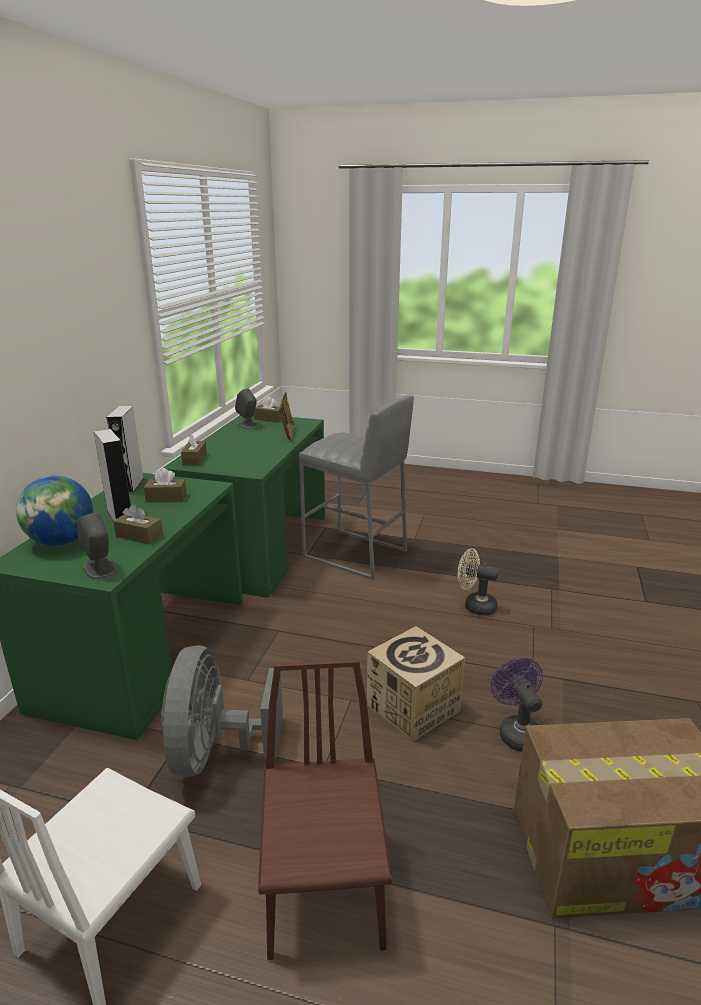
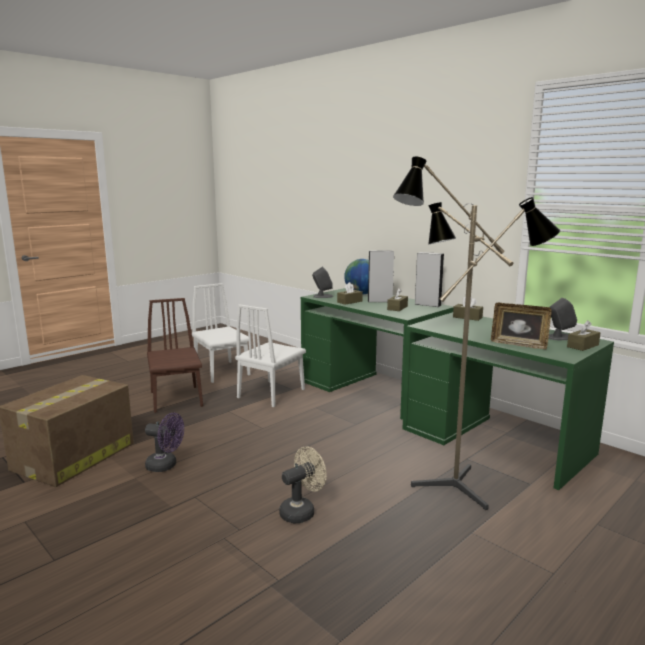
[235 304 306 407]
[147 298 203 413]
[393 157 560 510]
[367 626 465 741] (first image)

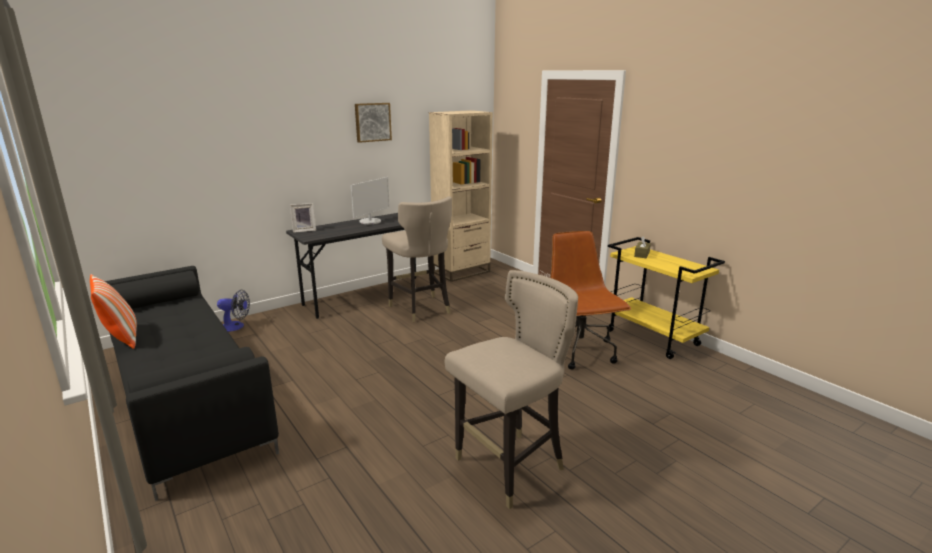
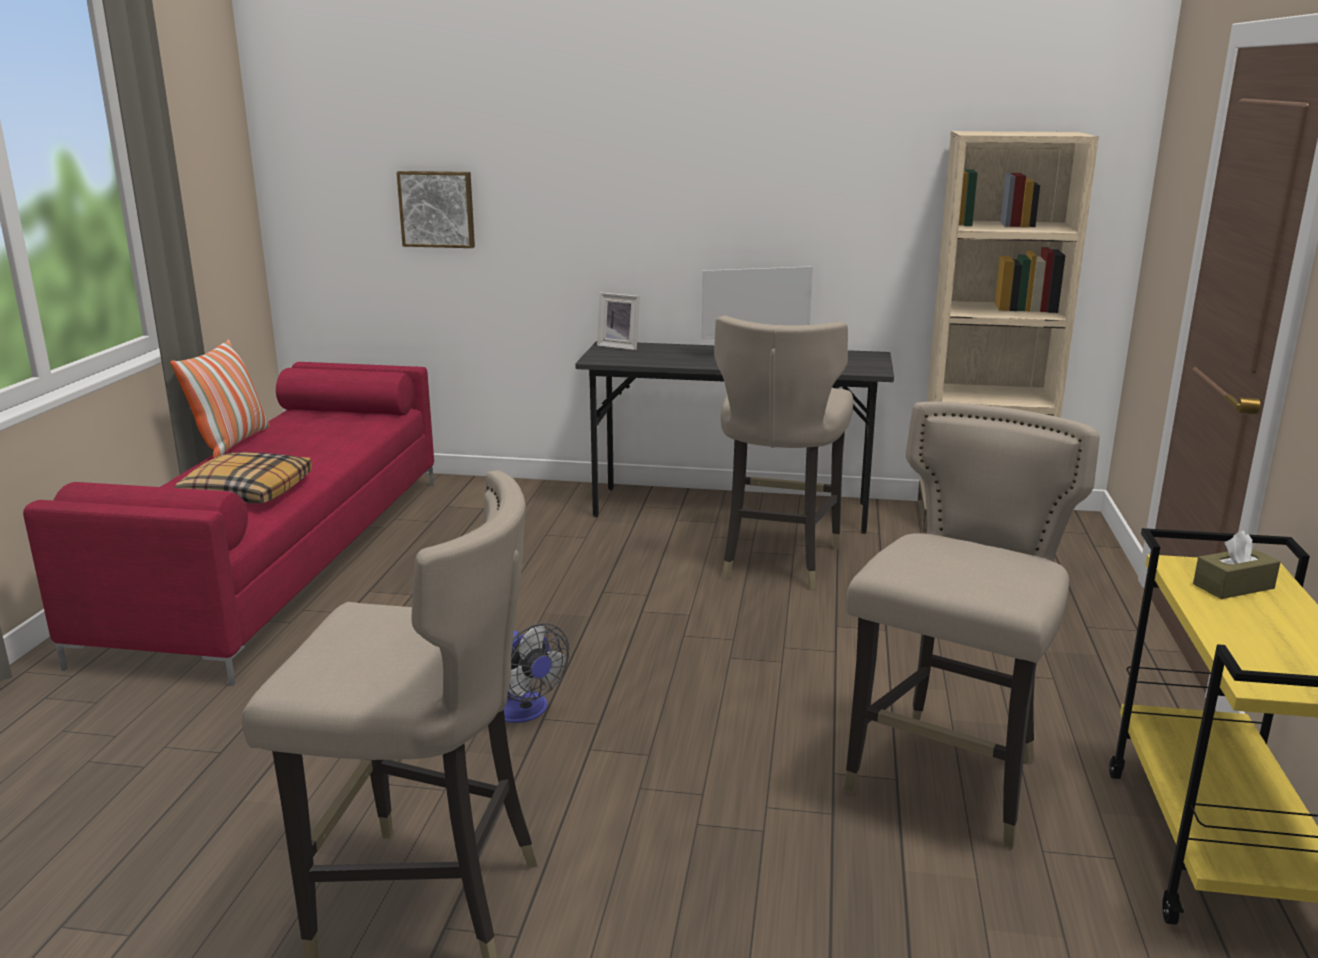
[23 362 434 686]
[504 623 569 723]
[396 171 475 248]
[844 402 1100 849]
[174 452 312 504]

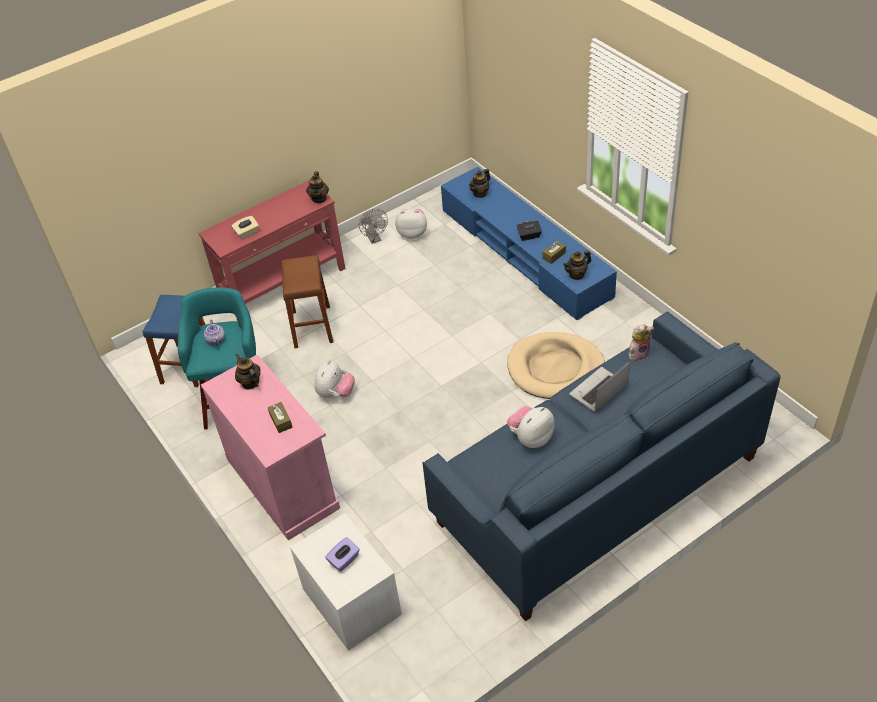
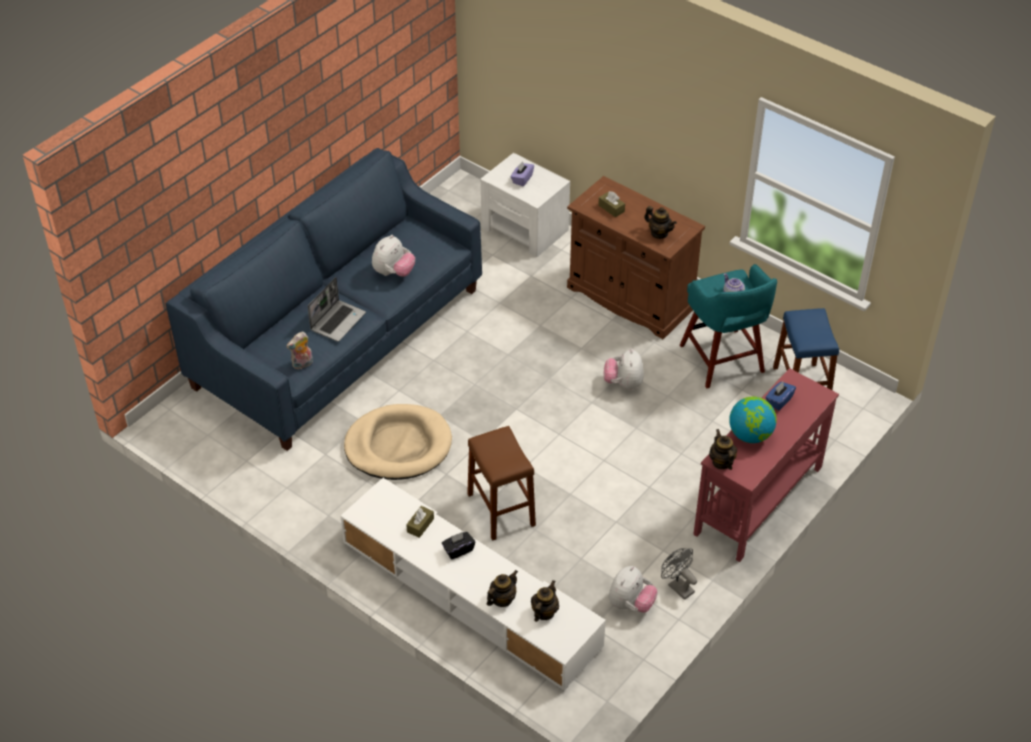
[567 176 705 339]
[766 382 796 410]
[467 426 536 541]
[609 566 658 613]
[341 478 606 691]
[487 570 518 607]
[729 397 777 443]

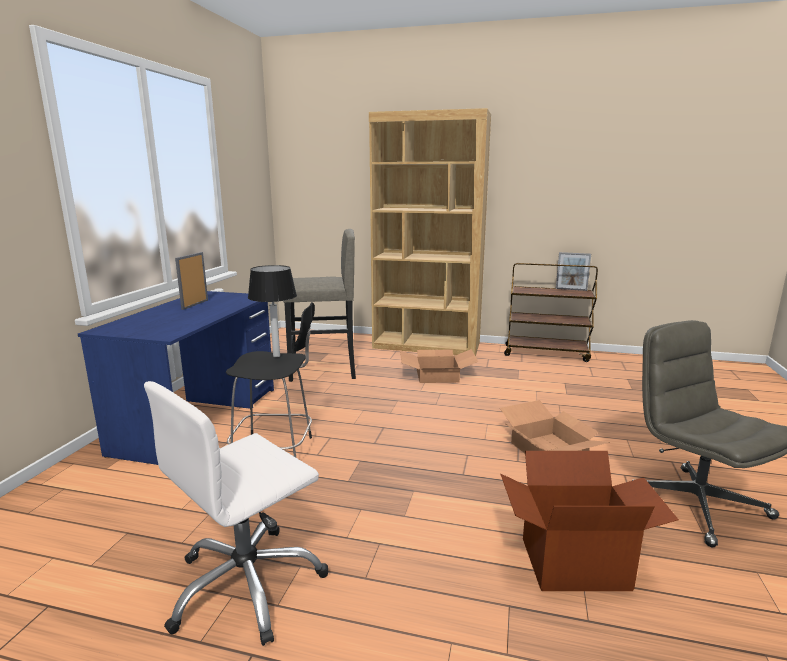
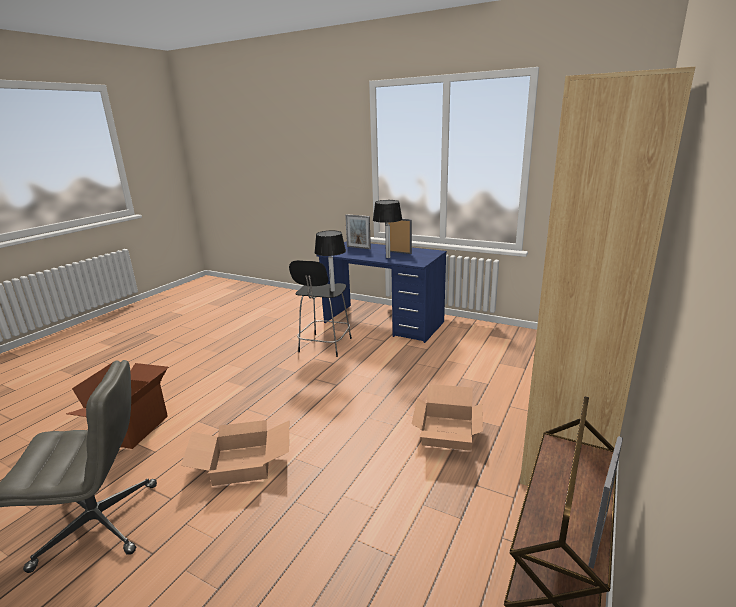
[144 381 329 646] (first image)
[283 229 356 382] (first image)
[345 214 371 249]
[373 200 402 258]

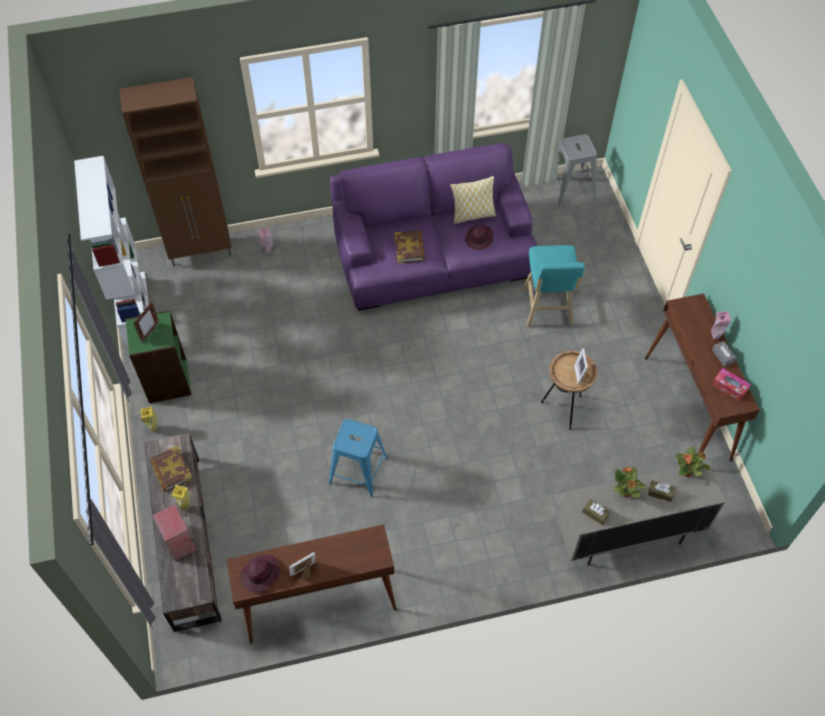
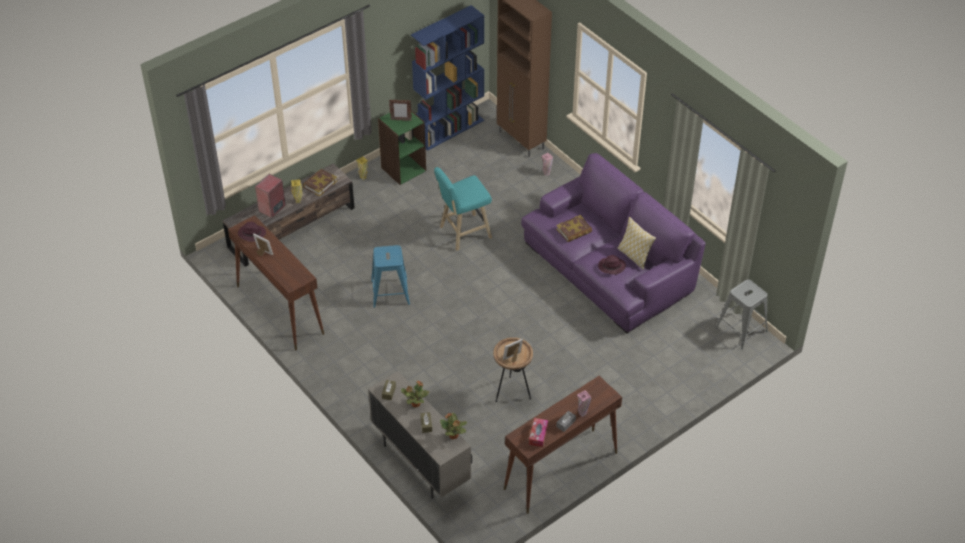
[411 5 484 151]
[434 167 492 251]

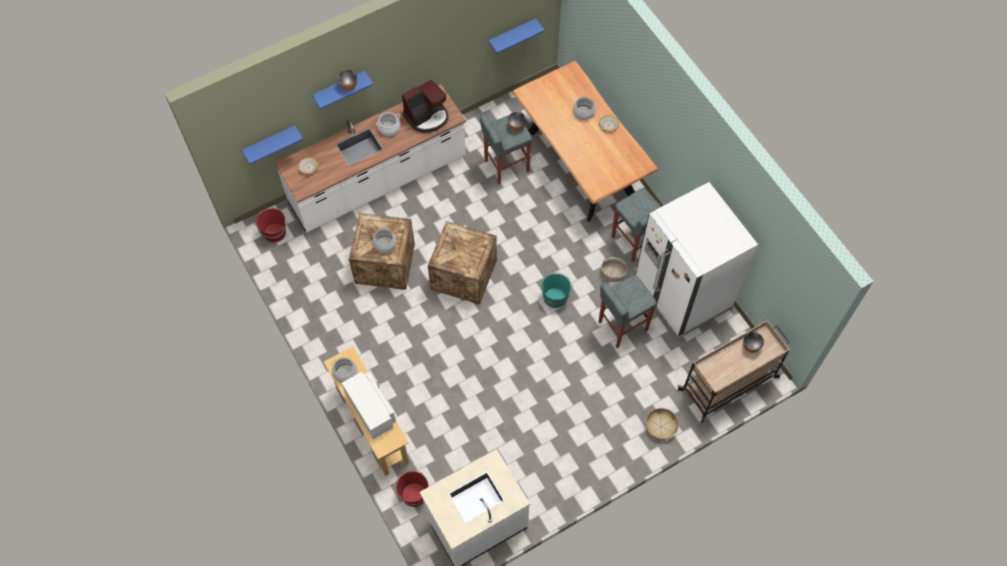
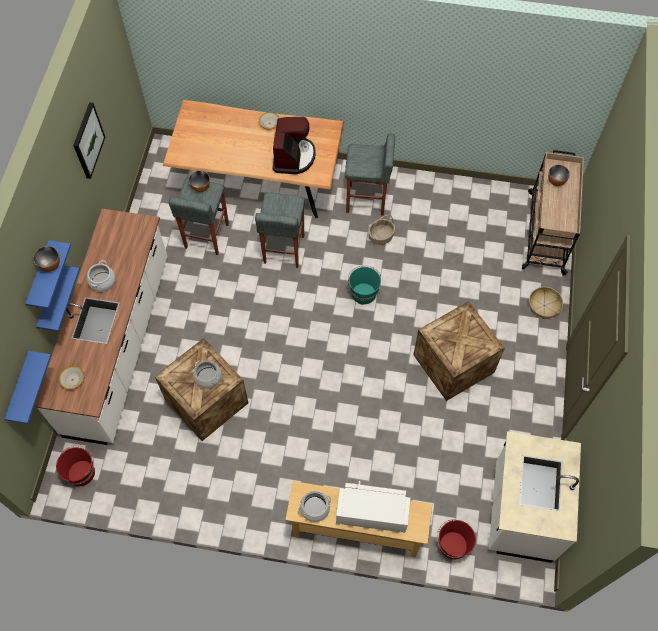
[272 117 316 174]
[413 301 505 401]
[36 266 80 331]
[573 95 596 120] (first image)
[255 193 305 268]
[635 182 758 338] (first image)
[73 102 105 179]

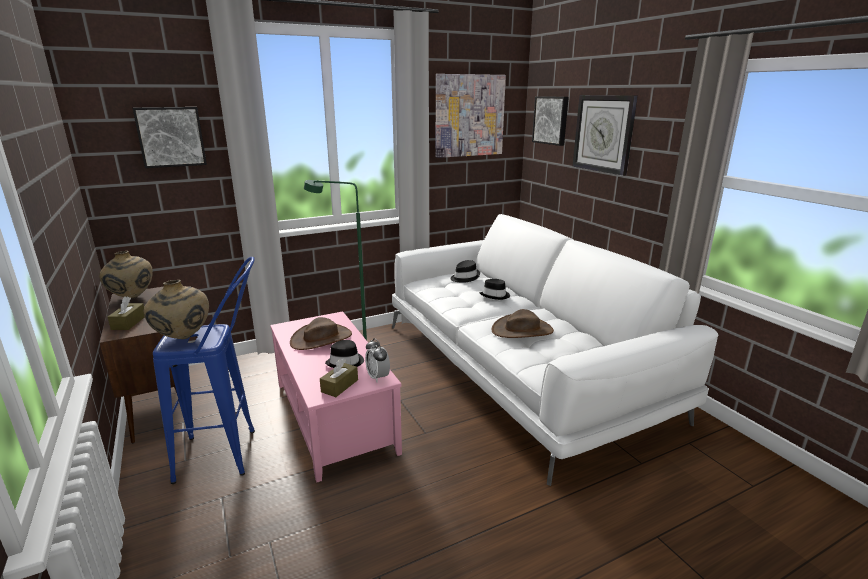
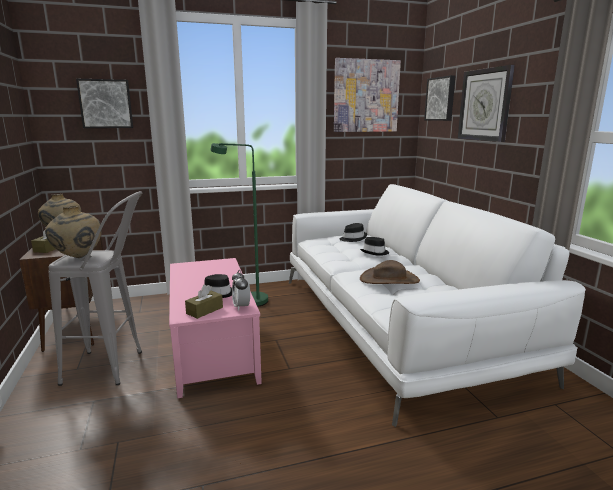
[48 191 143 386]
[290 317 352 350] (first image)

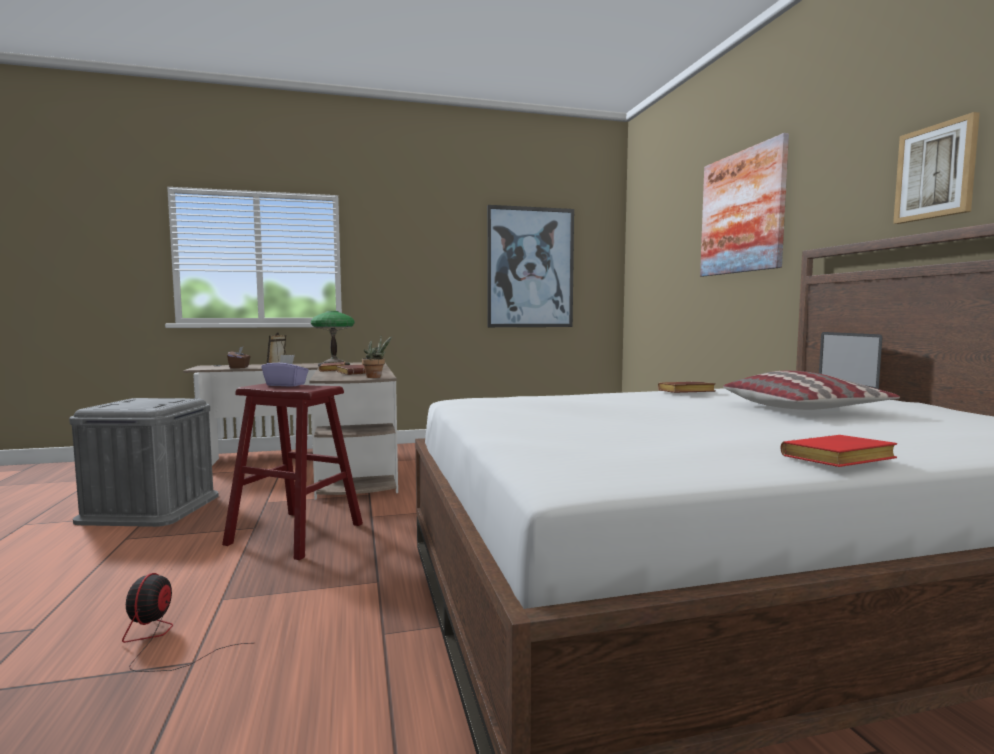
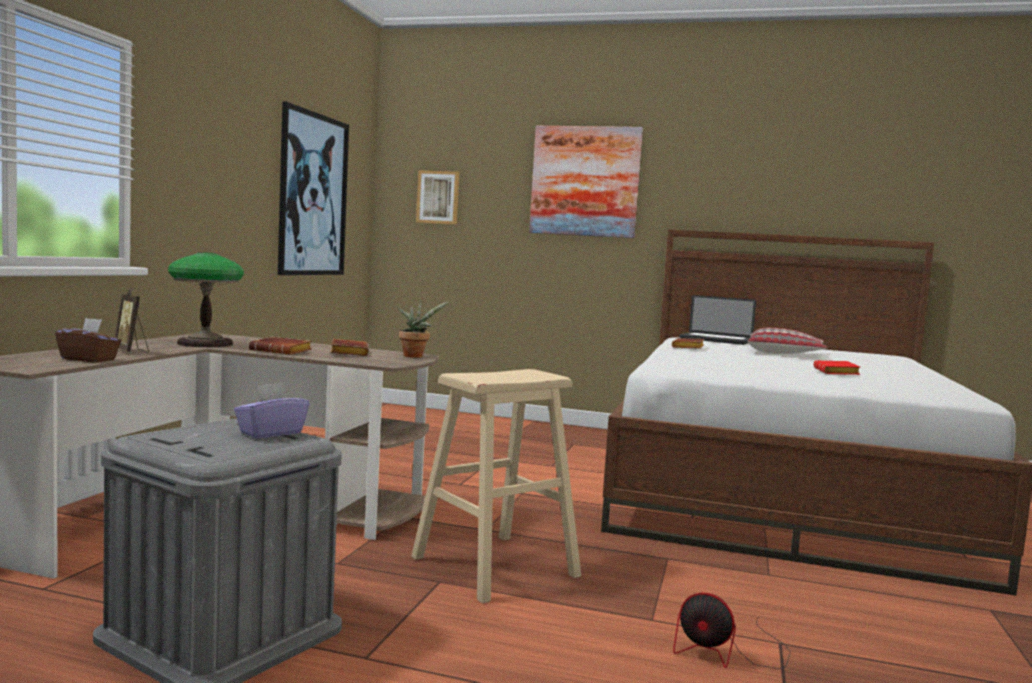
[411 369 581 603]
[234 383 309 439]
[814 361 860 375]
[416 170 460 225]

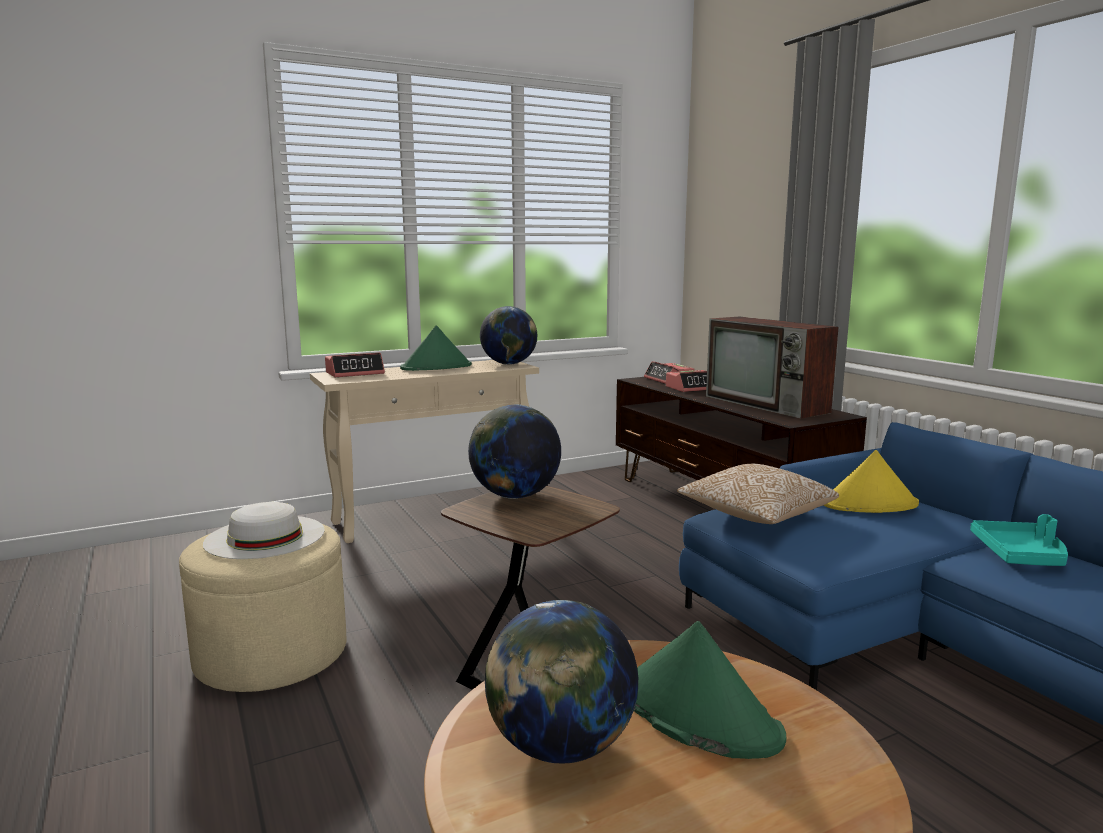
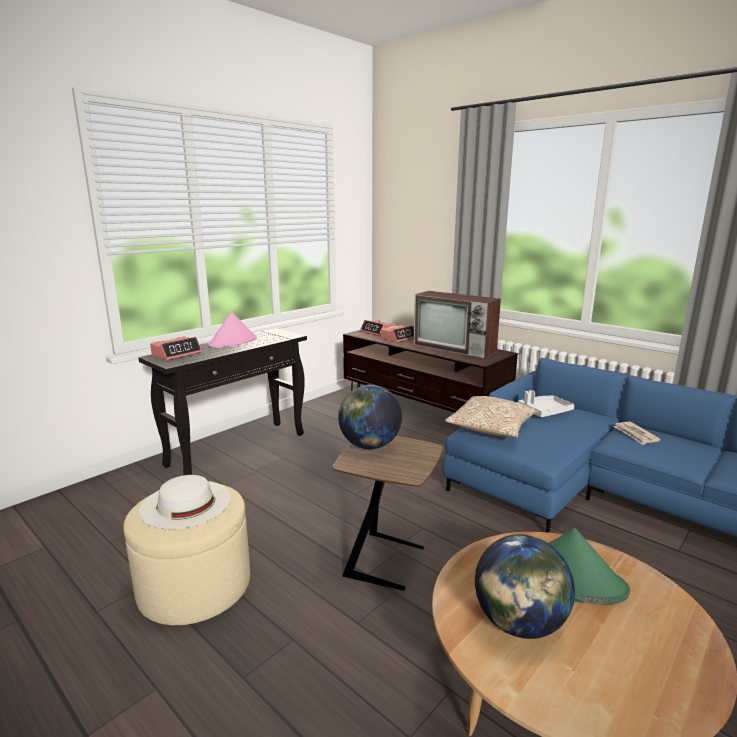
[138 328 307 475]
[208 311 257 348]
[480 306 537 365] (first image)
[517 390 574 417]
[613 421 661 445]

